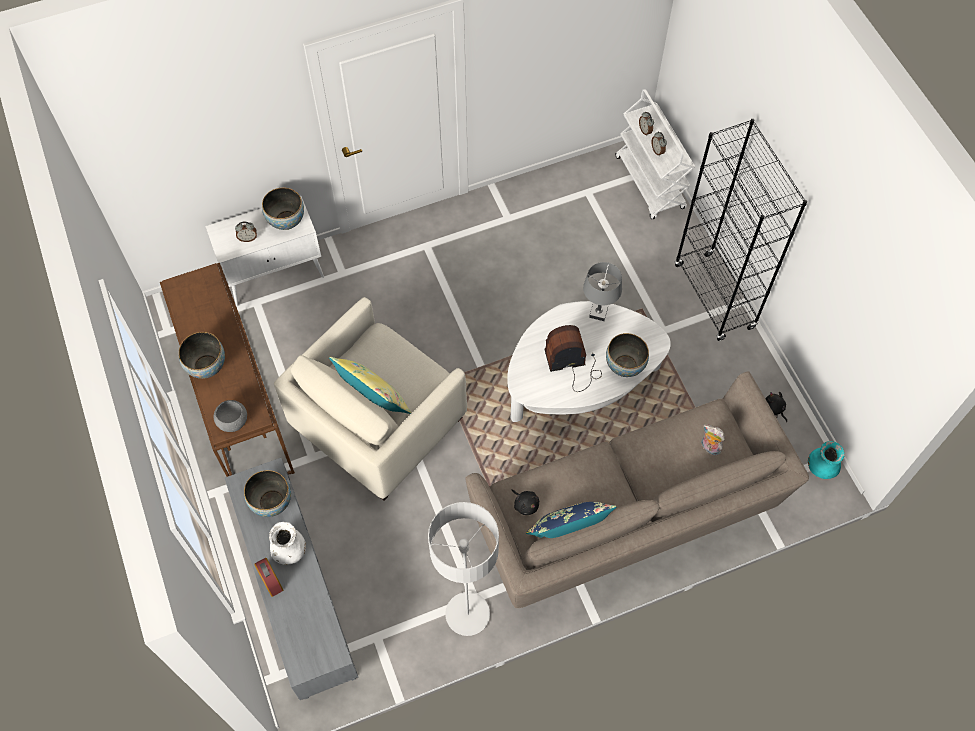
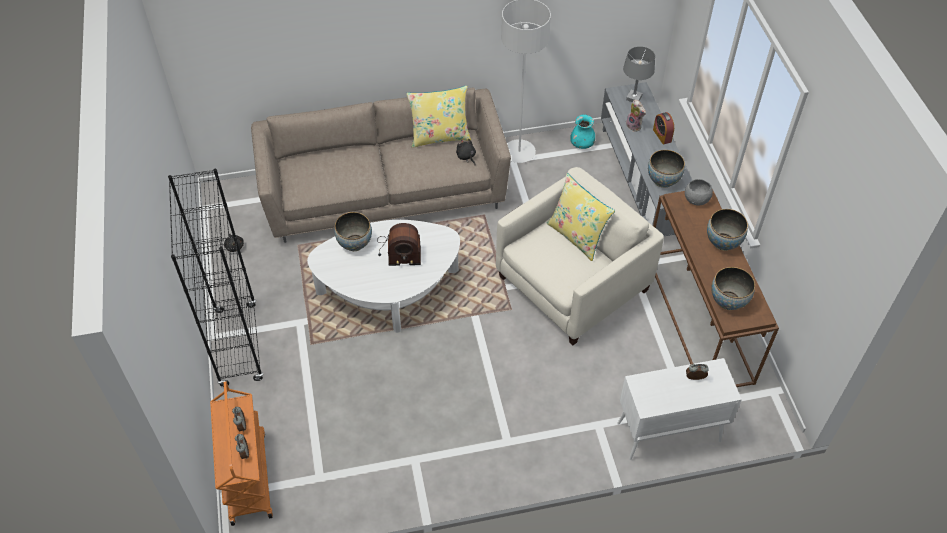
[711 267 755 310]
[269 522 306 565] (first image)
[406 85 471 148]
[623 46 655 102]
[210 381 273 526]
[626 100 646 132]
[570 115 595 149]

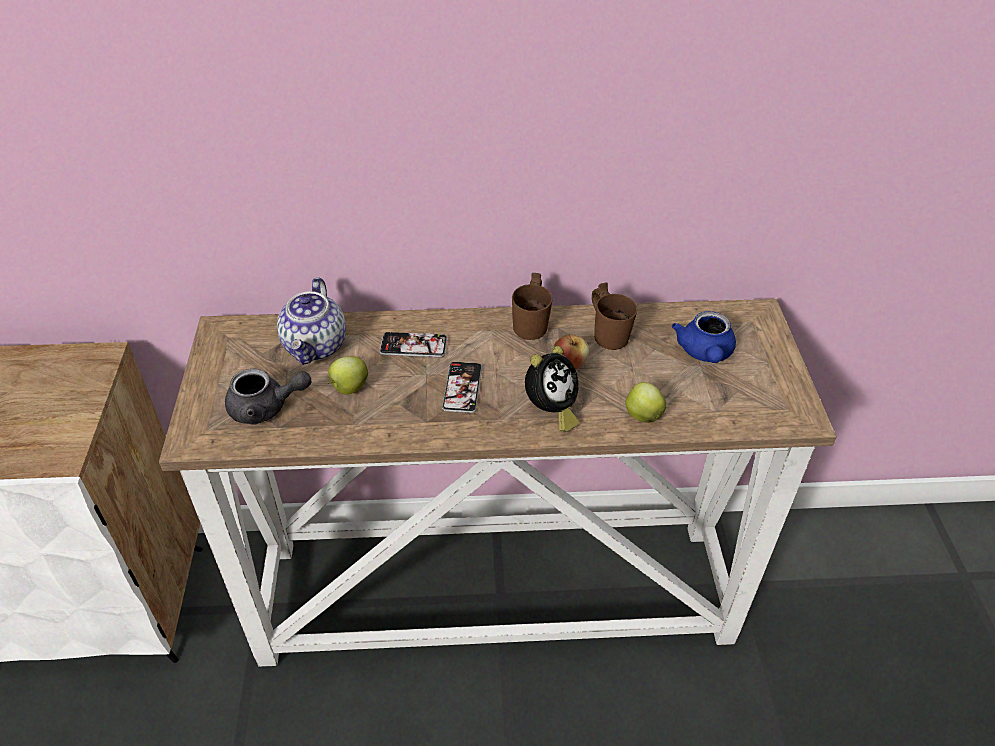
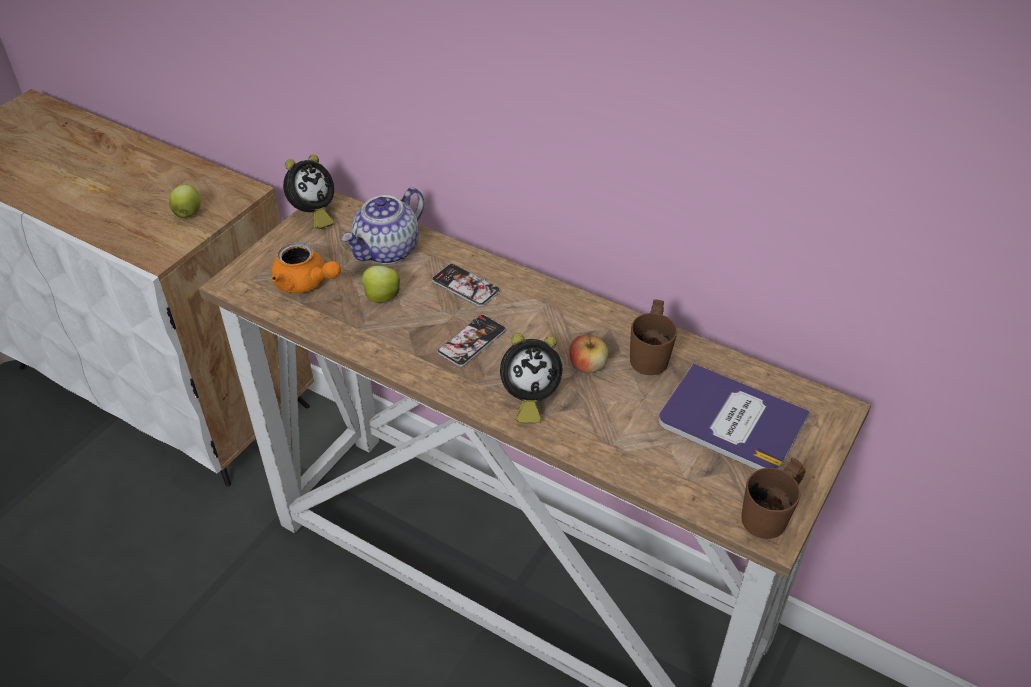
[271 242 341 293]
[741 458 805 539]
[169 185 201 218]
[658 363 810 470]
[283 155 334 229]

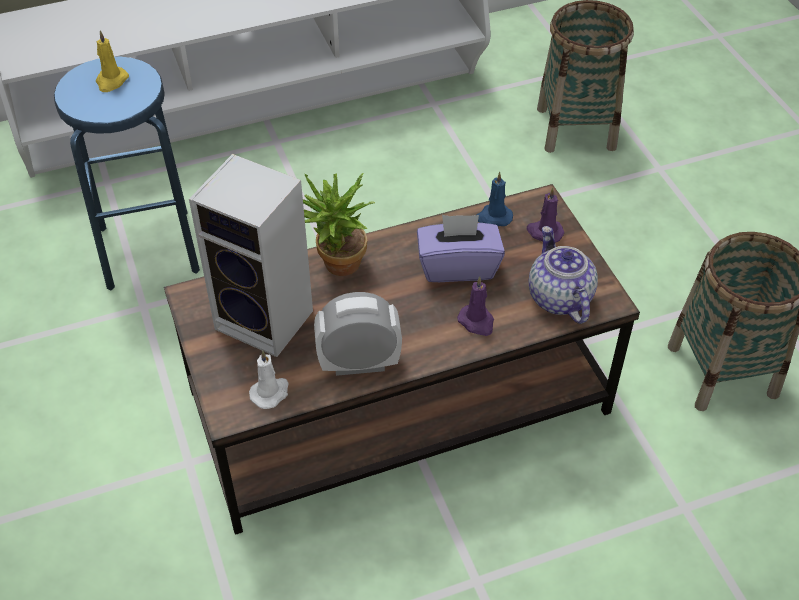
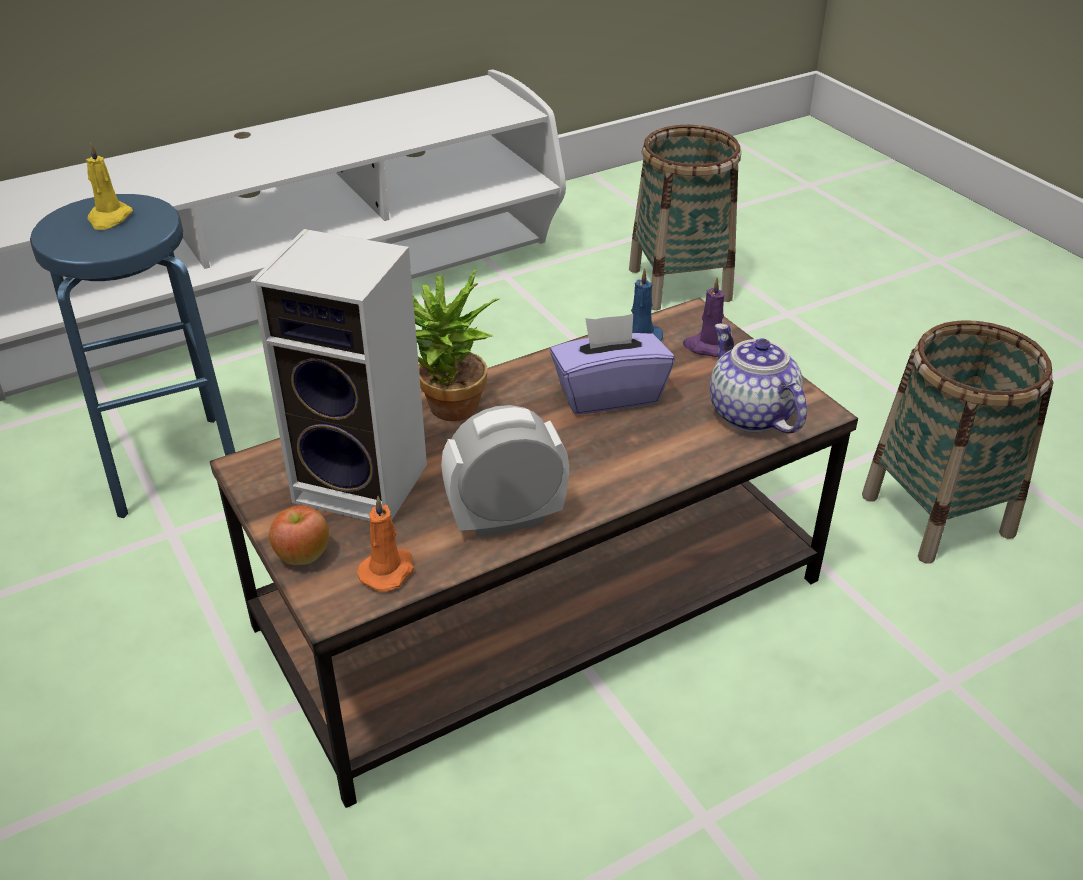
[357 496 414 592]
[457 276 494 336] (first image)
[269 505 329 565]

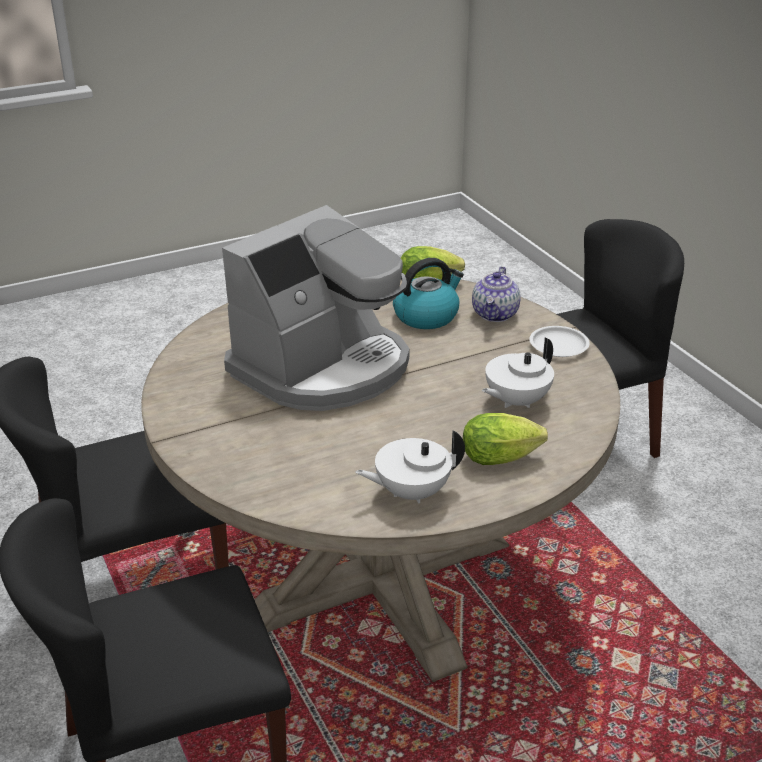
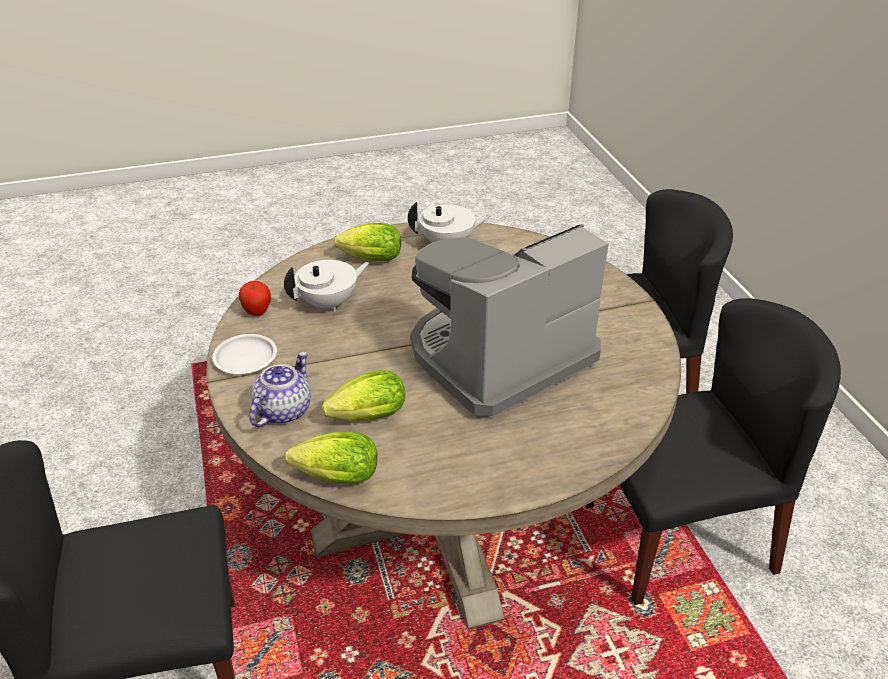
[322 370 405 421]
[239 281 271 316]

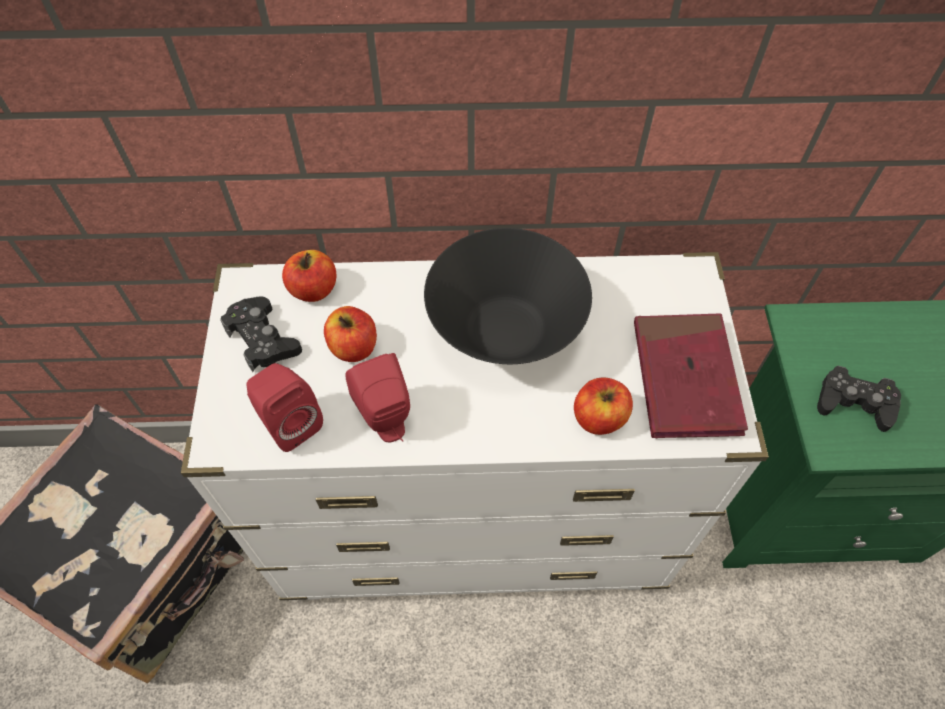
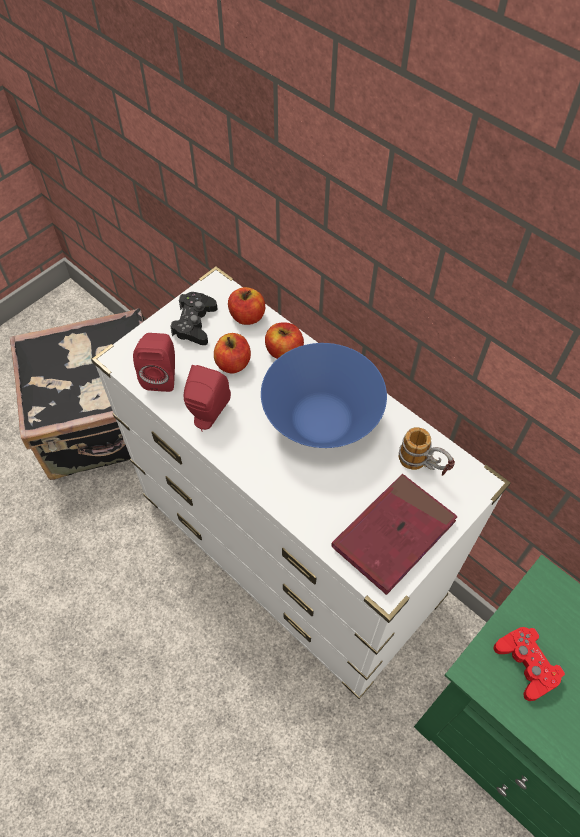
[261 343 387 448]
[265 323 304 359]
[494 627 565 701]
[399 427 455 476]

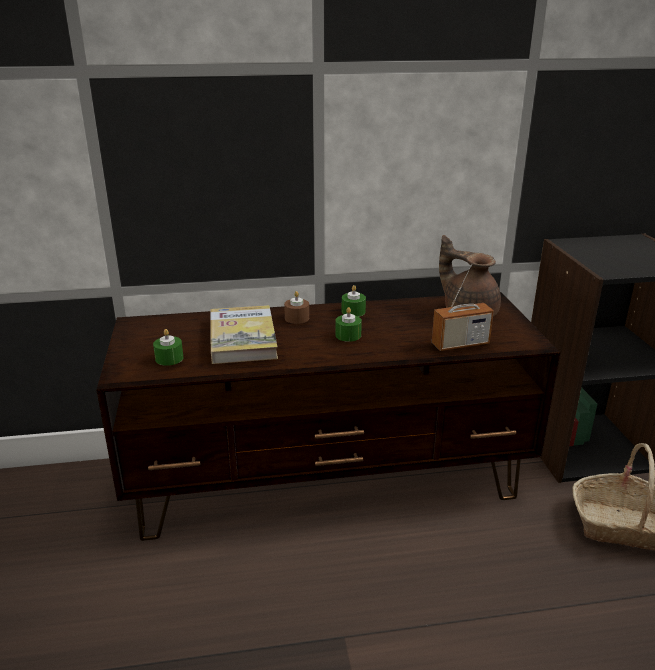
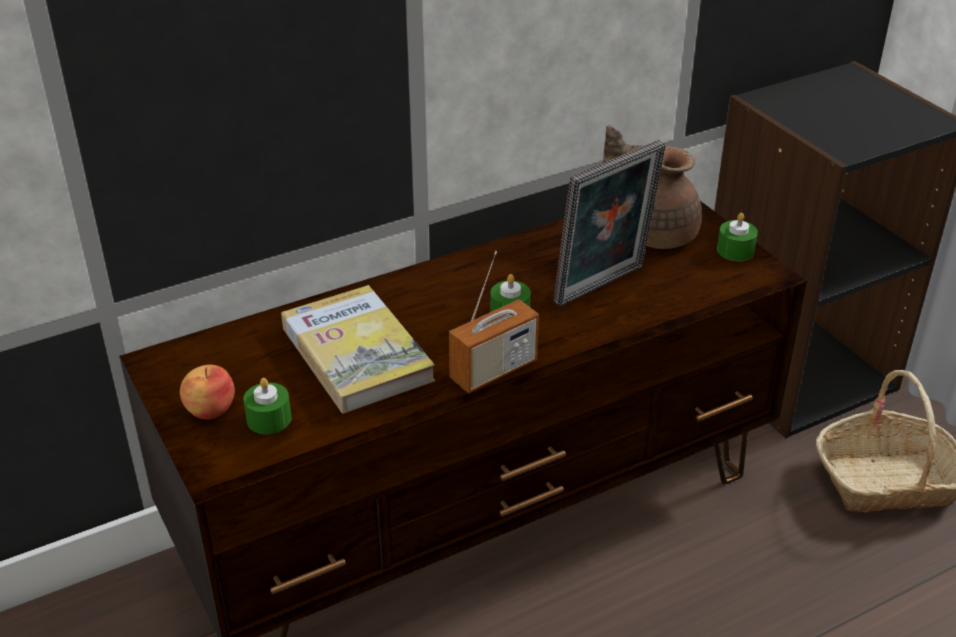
[284 291 309 324] (first image)
[717 213 758 261]
[449 251 539 393]
[180 365 235 419]
[554 140 666 307]

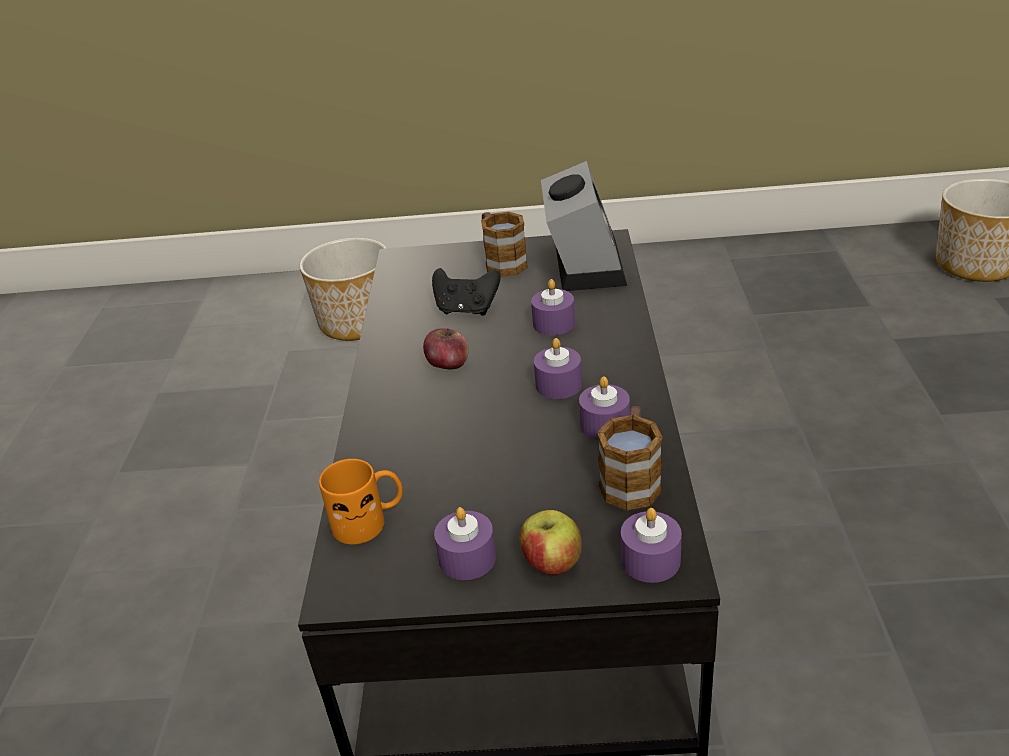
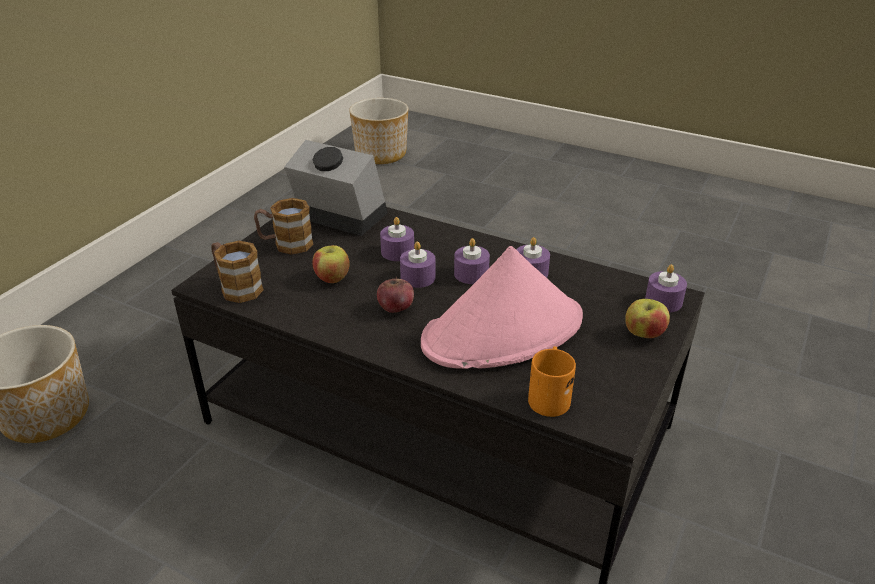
[312 245 350 283]
[400 242 435 288]
[211 241 264 303]
[421 246 583 369]

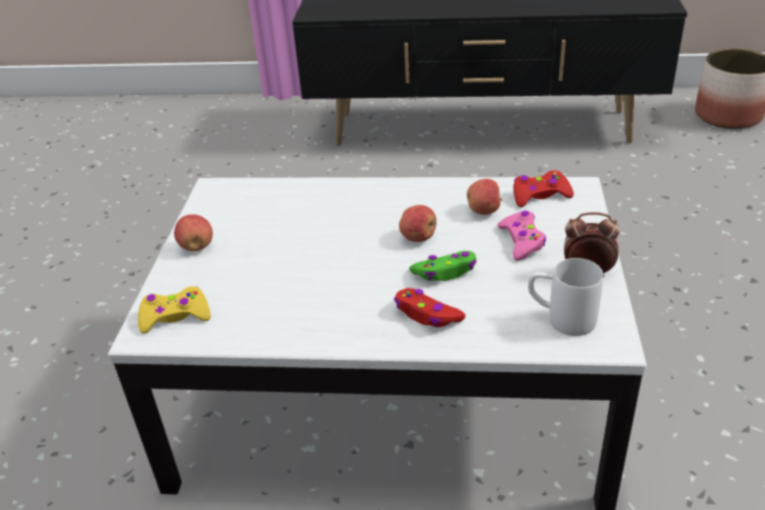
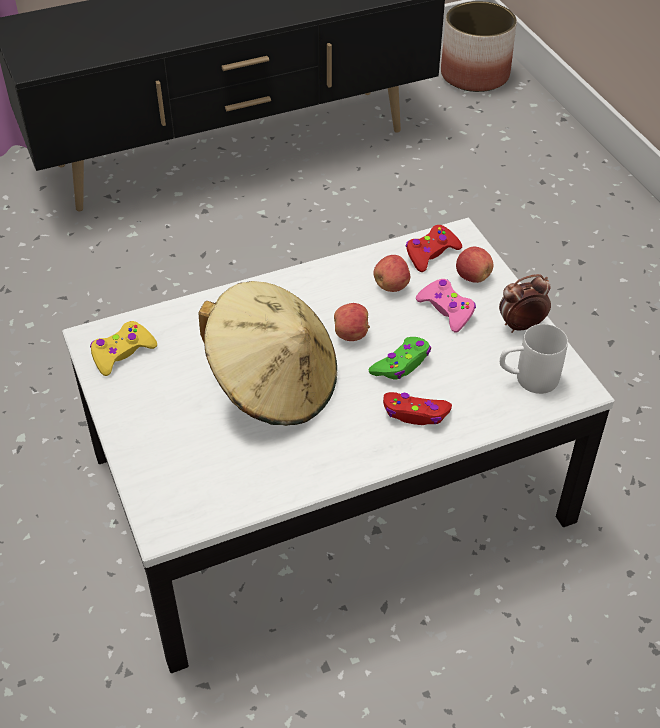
[90 321 157 376]
[456 247 494 283]
[198 281 337 426]

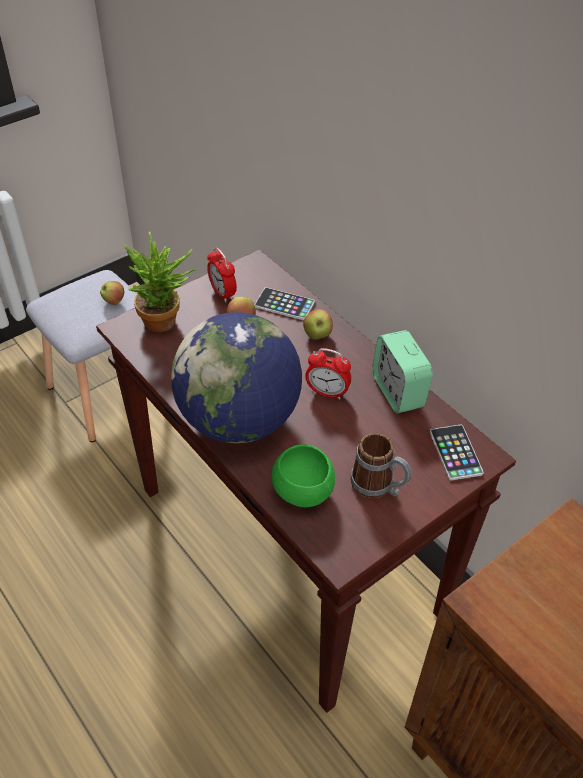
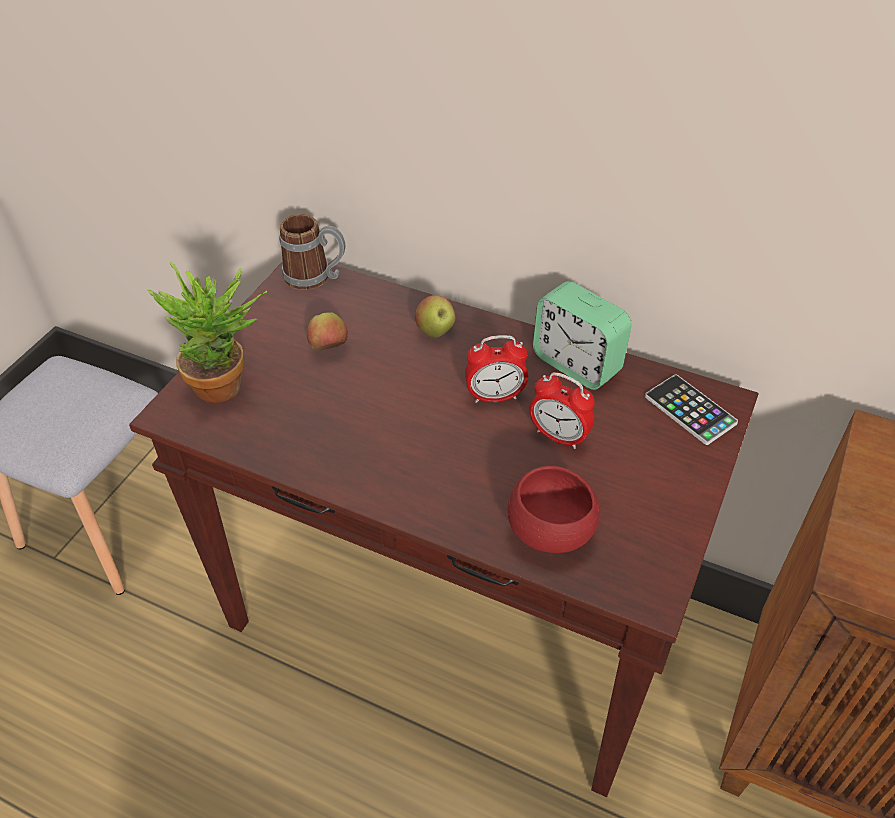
[100 281 124 305] (first image)
[171 312 302 443] (first image)
[530 372 595 449]
[254 287 315 320] (first image)
[508 466 600 553]
[279 214 345 290]

